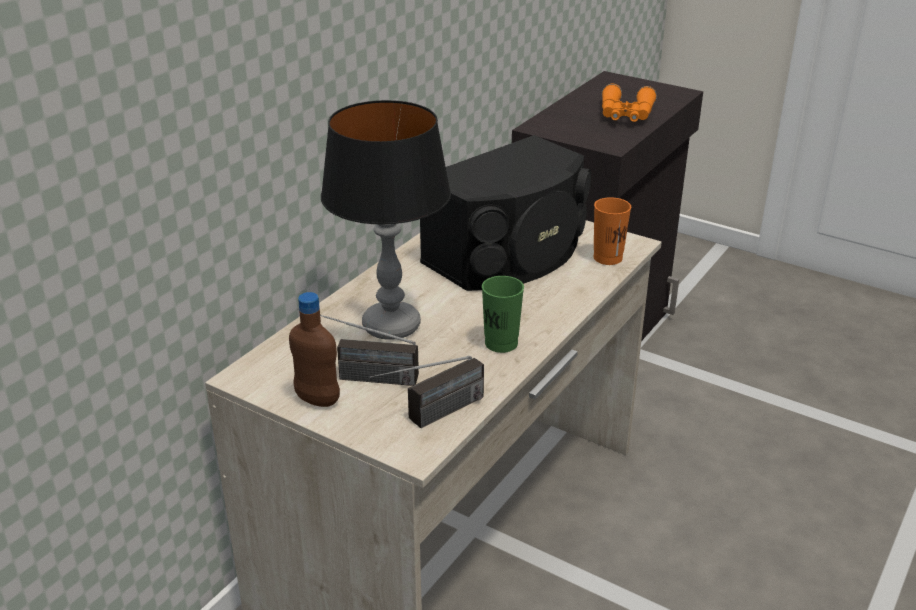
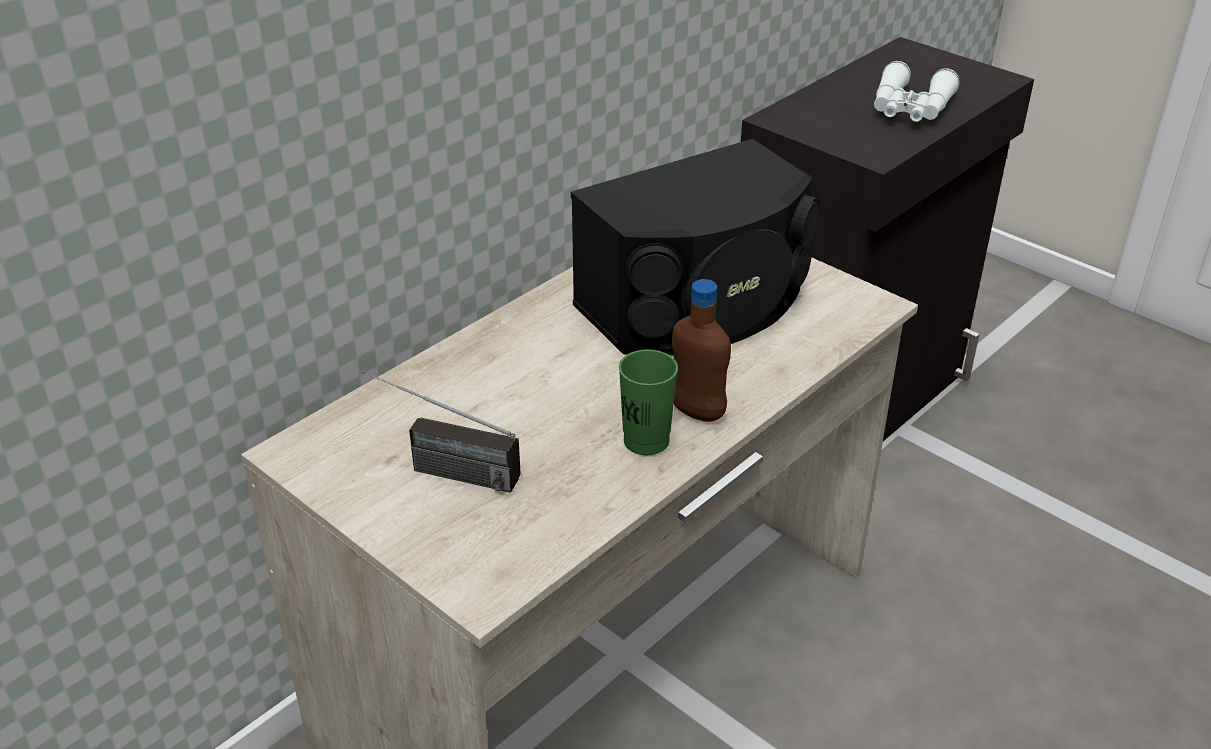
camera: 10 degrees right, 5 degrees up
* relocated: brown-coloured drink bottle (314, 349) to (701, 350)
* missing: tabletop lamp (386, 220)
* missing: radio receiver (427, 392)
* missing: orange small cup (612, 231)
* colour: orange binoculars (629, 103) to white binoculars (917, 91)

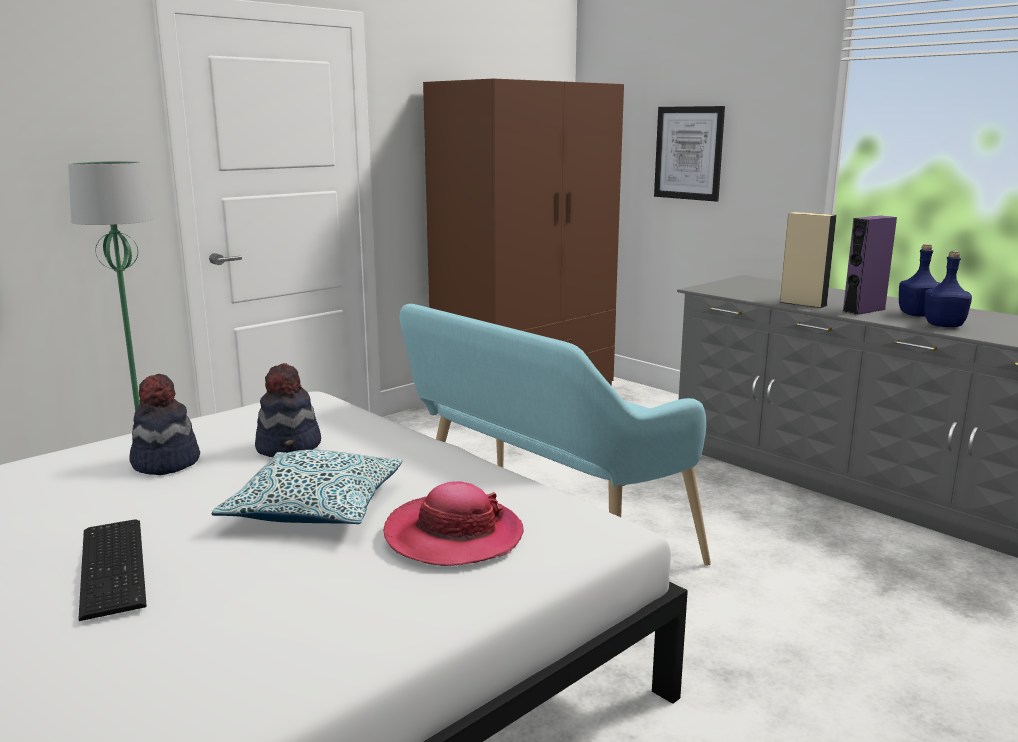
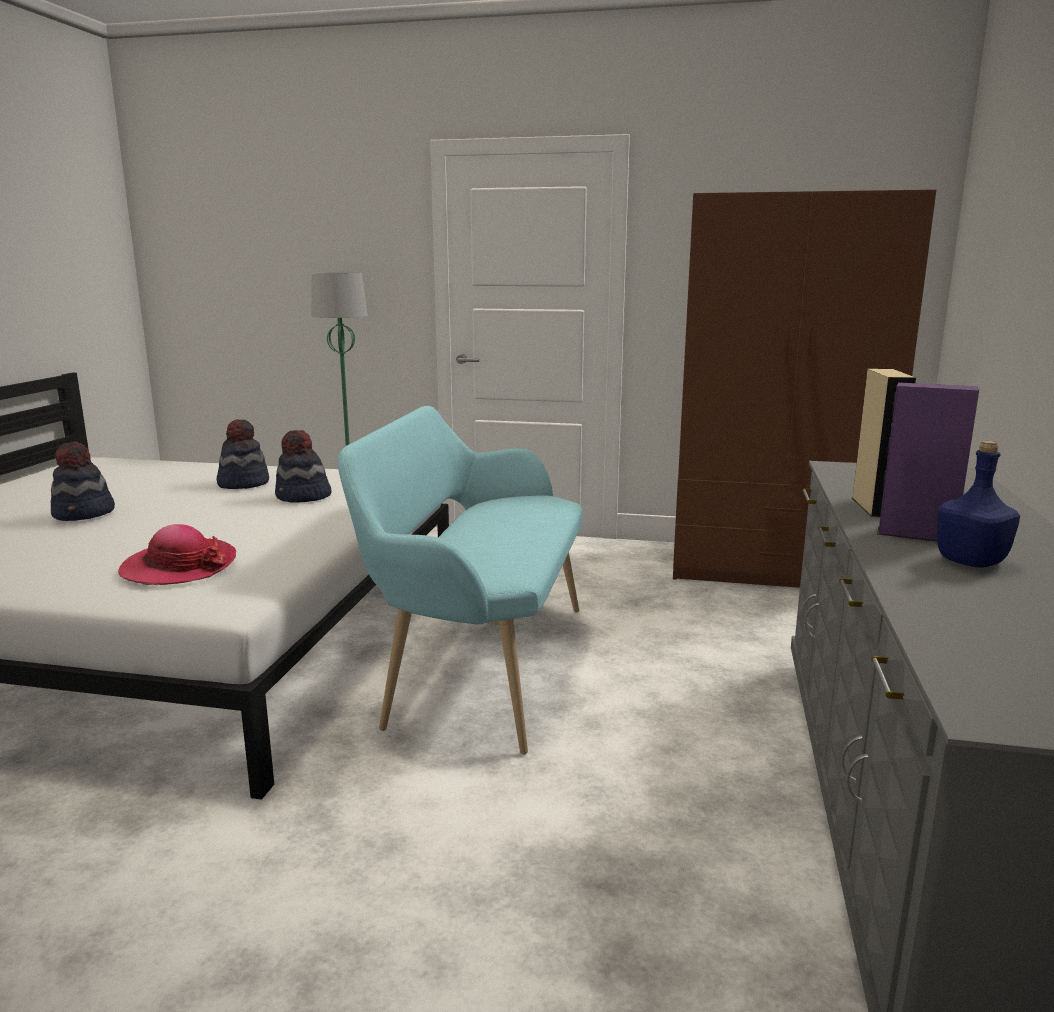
camera: 55 degrees right, 0 degrees up
* exchanged: keyboard (113, 570) to hat (83, 481)
* missing: cushion (307, 487)
* missing: wall picture (689, 154)
* missing: blue-coloured drink bottle (948, 289)

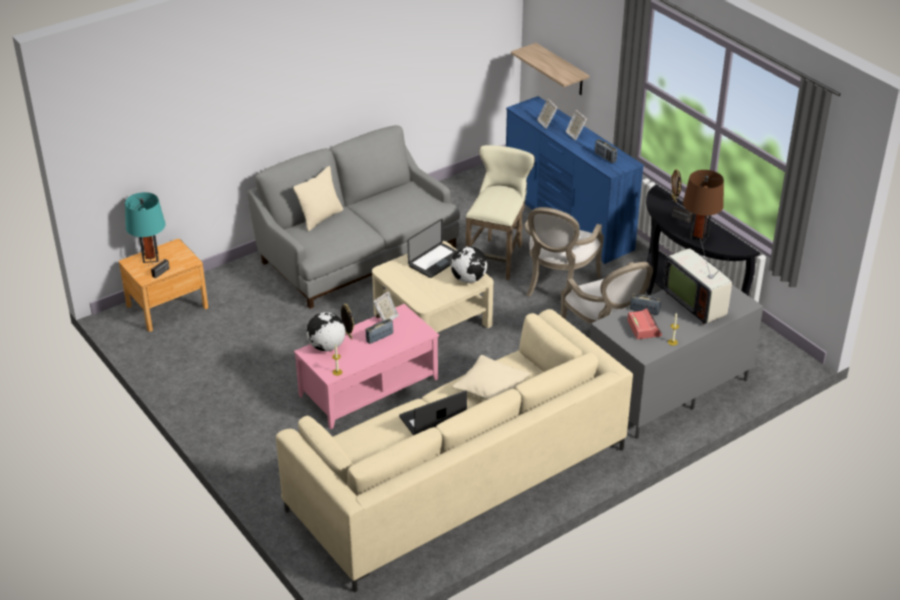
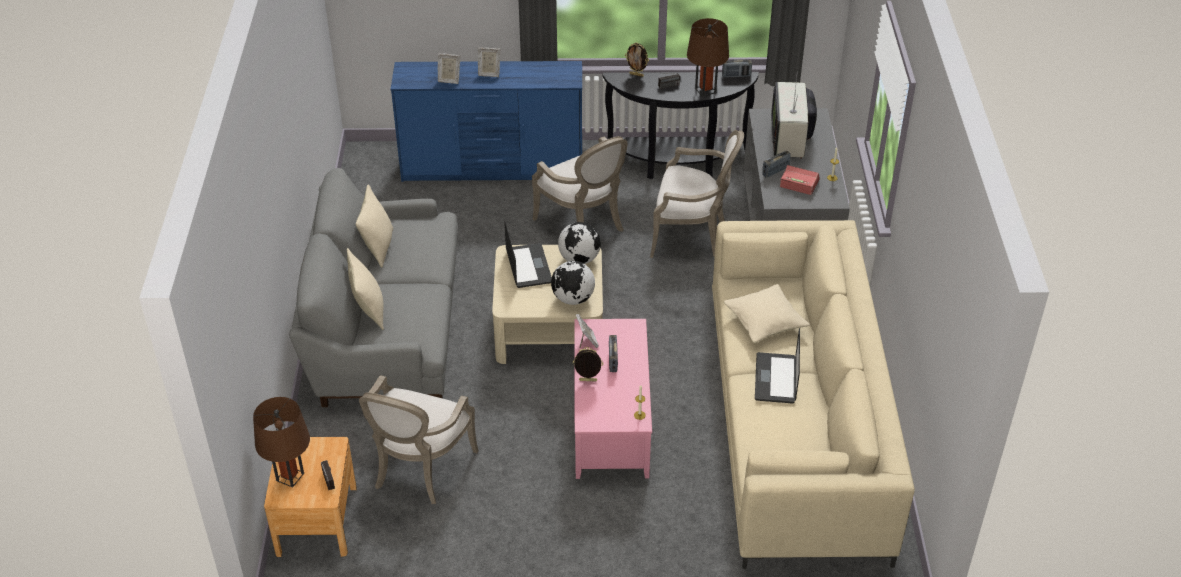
camera: 55 degrees left, 5 degrees up
* colour: blue-green tabletop lamp (145, 227) to brown-coloured tabletop lamp (281, 442)
* relocated: world globe (325, 332) to (573, 283)
* missing: beige-coloured sitting stool (500, 212)
* missing: shelf (550, 69)
* relocated: radio receiver (606, 151) to (737, 68)
* spun: TV set (697, 282) = (794, 115) 90 degrees clockwise
* appeared: beige-coloured cushion (374, 226)
* appeared: lounge chair (418, 439)

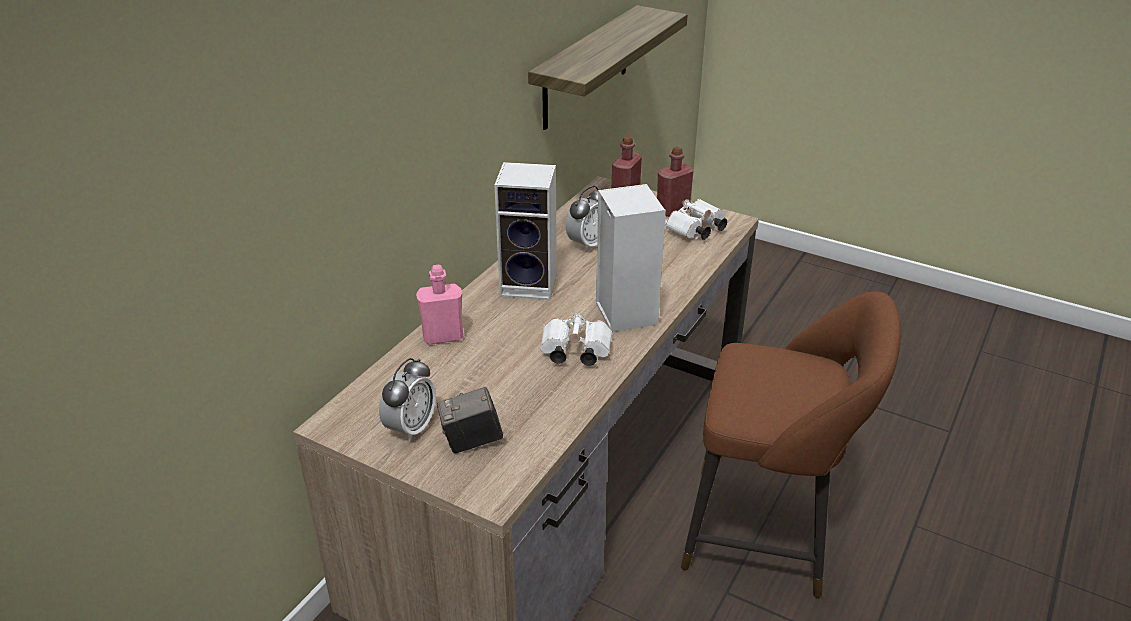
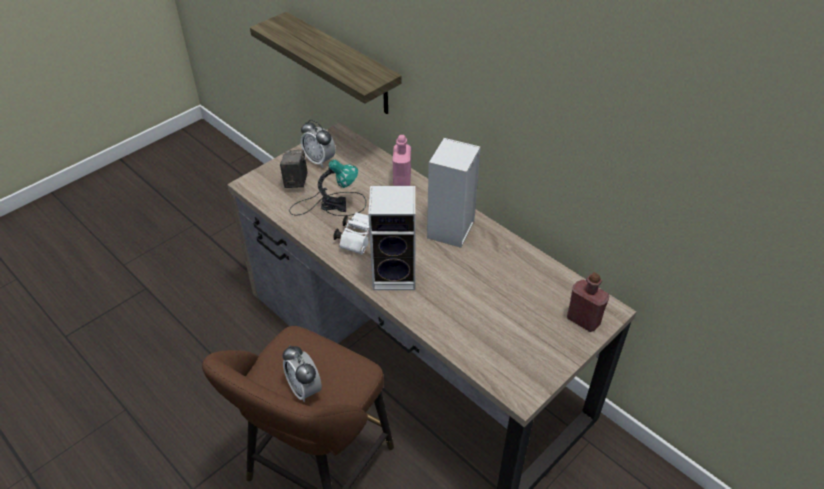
camera: 105 degrees right, 10 degrees up
* relocated: shelf (608, 67) to (326, 63)
* relocated: bedside clock (584, 219) to (302, 373)
* missing: red-coloured drink bottle (675, 181)
* missing: white binoculars (696, 219)
* appeared: tabletop lamp (327, 187)

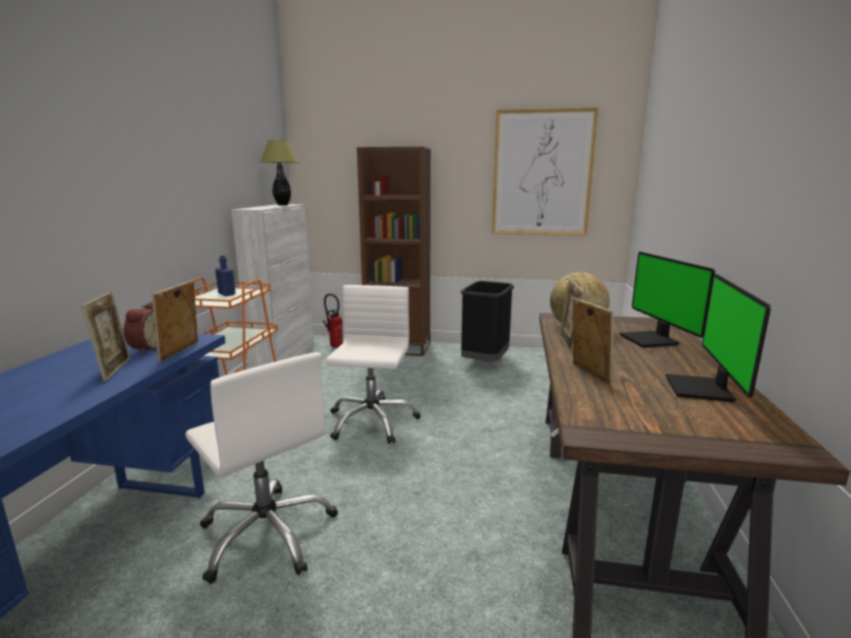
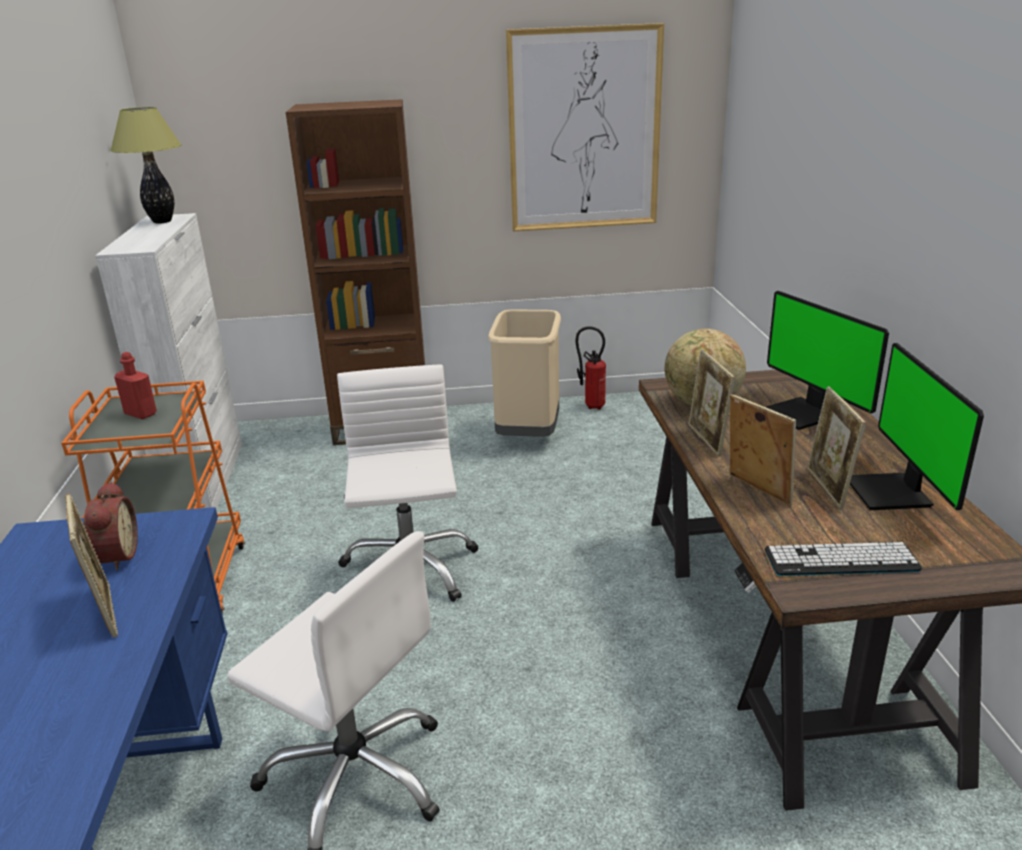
camera: 15 degrees left, 10 degrees up
* relocated: photo frame (175, 321) to (836, 447)
* colour: blue-coloured drink bottle (225, 275) to red-coloured drink bottle (135, 385)
* relocated: fire extinguisher (333, 321) to (590, 368)
* colour: black rubbish bin (487, 321) to beige-coloured rubbish bin (524, 373)
* appeared: keyboard (843, 559)

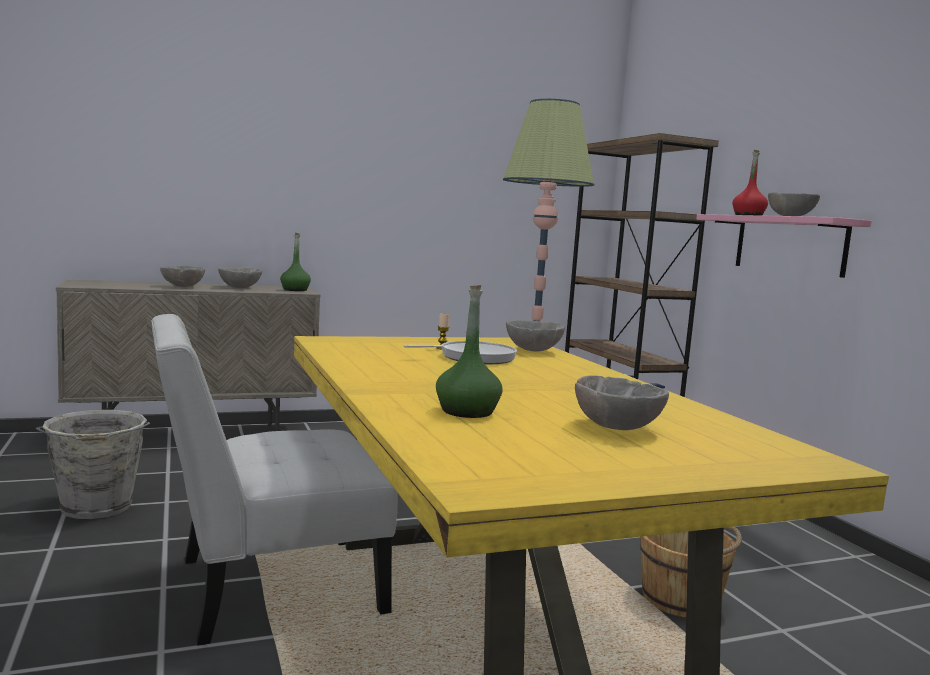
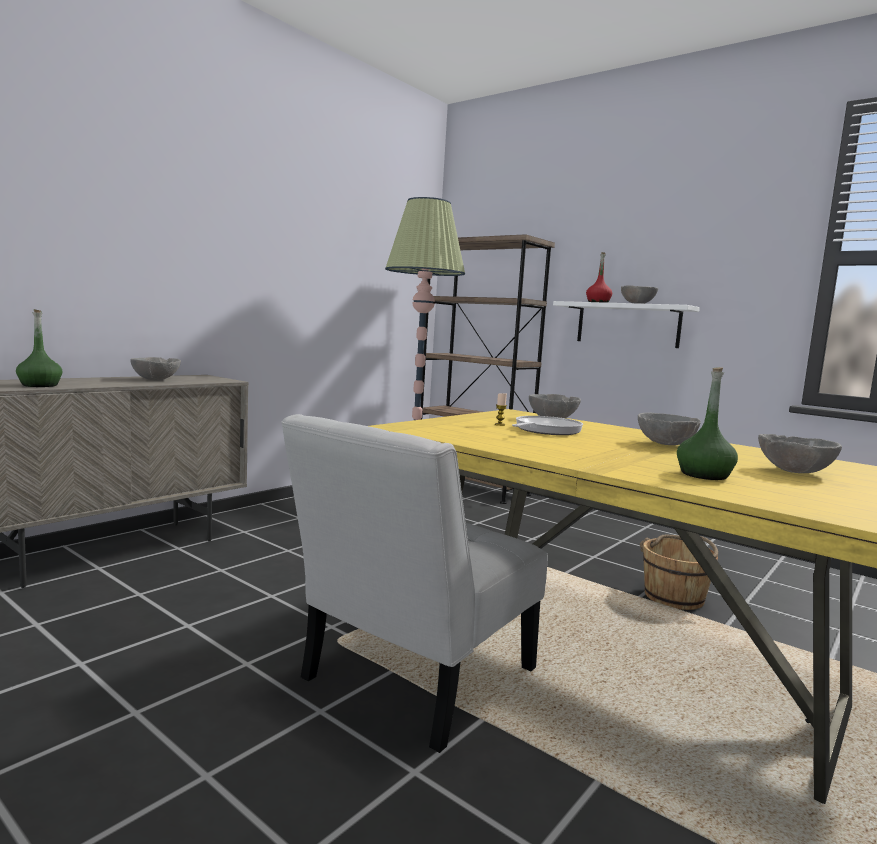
camera: 30 degrees left, 0 degrees up
* missing: greyish bucket (93, 464)
* relocated: greyish deep dish (182, 276) to (669, 429)
* relocated: green-coloured drink bottle (295, 262) to (39, 348)
* colour: pink shelf (784, 246) to white shelf (626, 324)

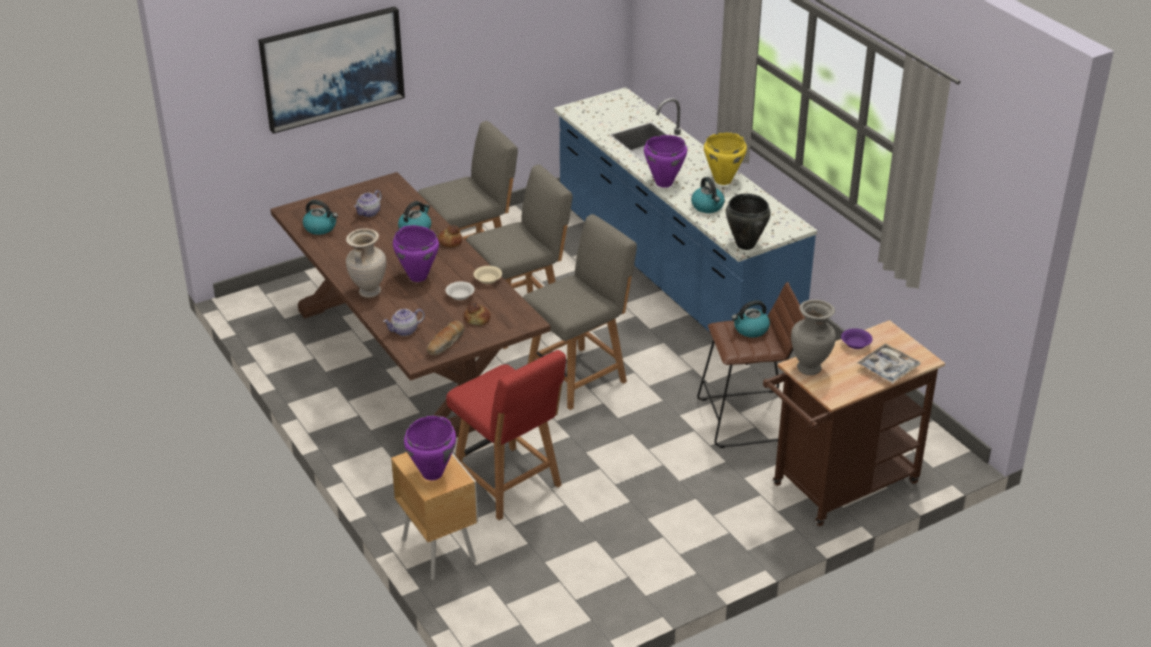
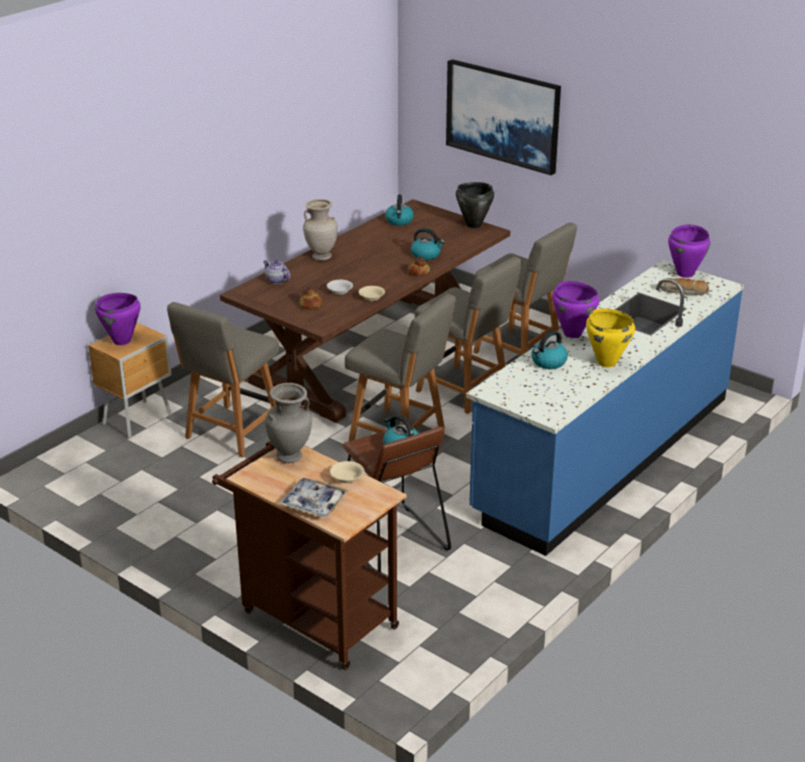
camera: 70 degrees right, 5 degrees down
* missing: pot for tea (368, 203)
* relocated: purple saucepot (416, 253) to (689, 251)
* relocated: bread (445, 337) to (684, 286)
* colour: red-coloured upright chair (506, 435) to greyish upright chair (223, 380)
* relocated: black saucepot (748, 221) to (475, 205)
* colour: purple deep dish (857, 338) to beige-coloured deep dish (347, 472)

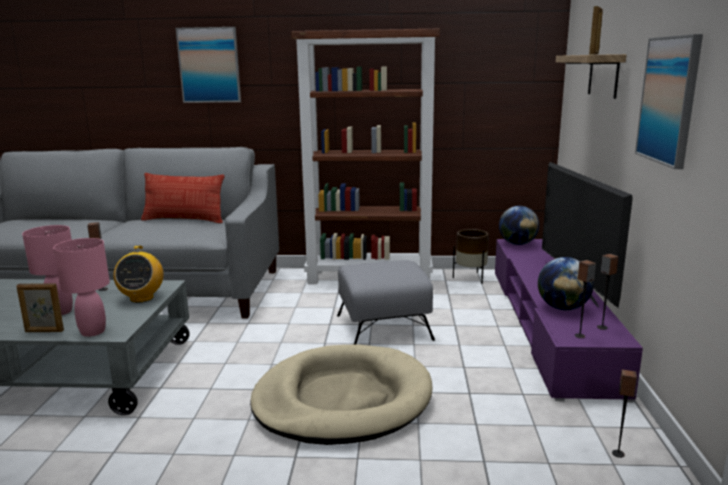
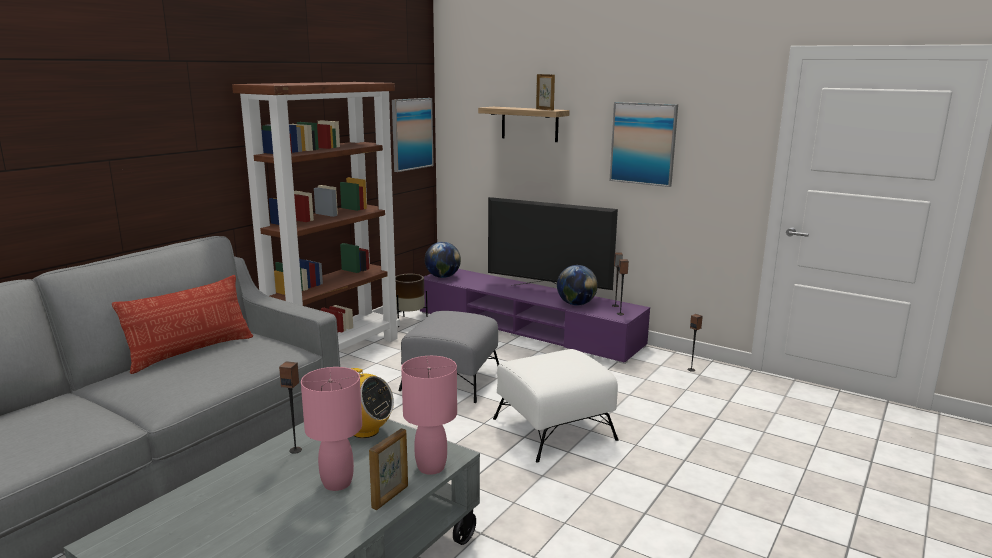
camera: 60 degrees left, 0 degrees up
* relocated: wall picture (208, 65) to (413, 135)
* exchanged: beige-coloured pet bed (341, 394) to white pouffe (555, 405)

